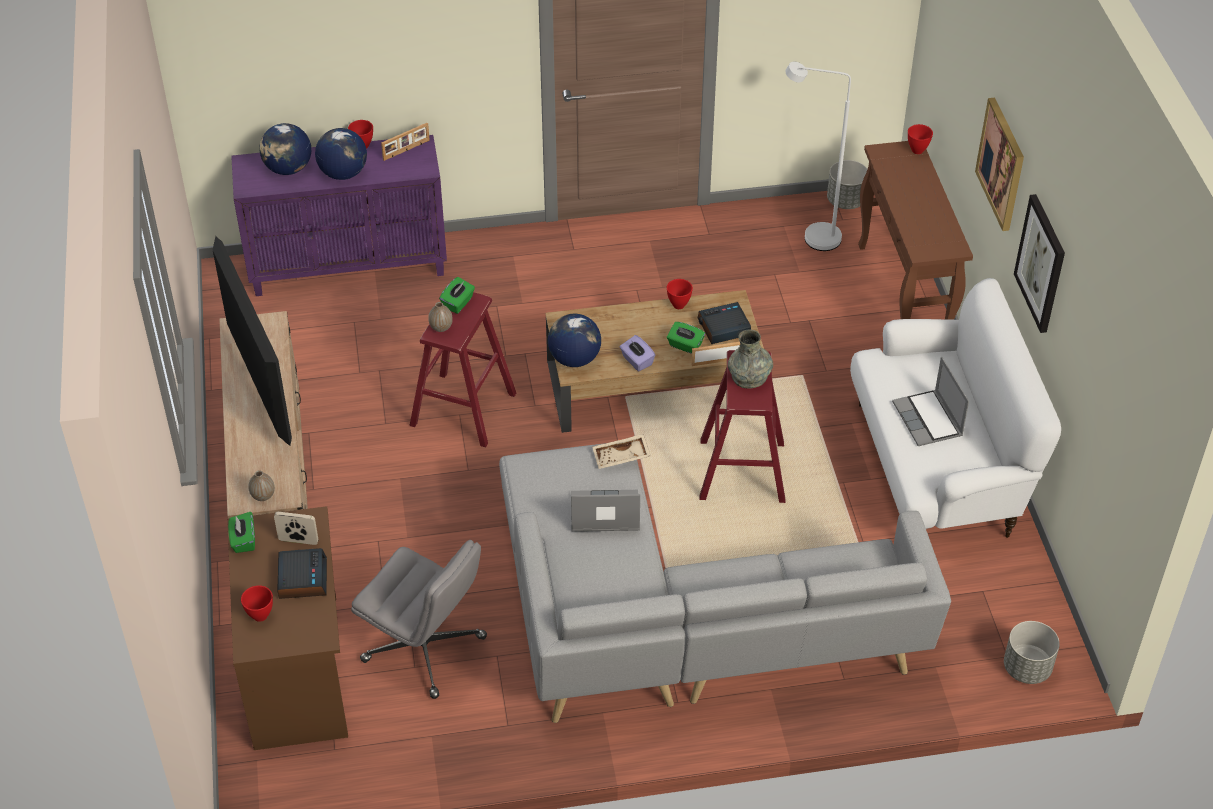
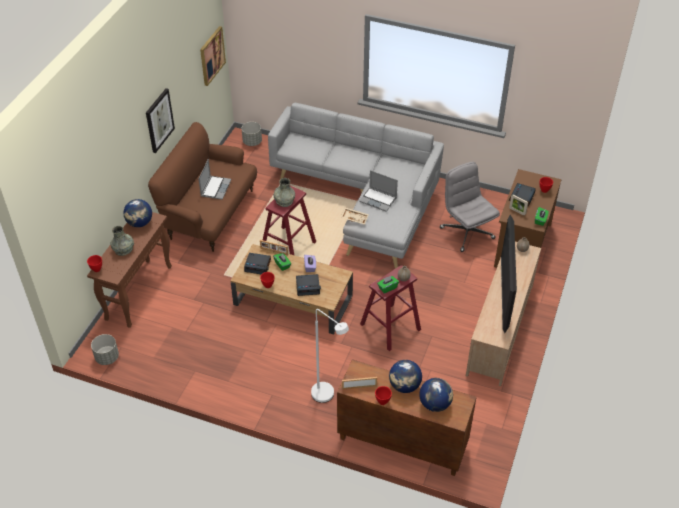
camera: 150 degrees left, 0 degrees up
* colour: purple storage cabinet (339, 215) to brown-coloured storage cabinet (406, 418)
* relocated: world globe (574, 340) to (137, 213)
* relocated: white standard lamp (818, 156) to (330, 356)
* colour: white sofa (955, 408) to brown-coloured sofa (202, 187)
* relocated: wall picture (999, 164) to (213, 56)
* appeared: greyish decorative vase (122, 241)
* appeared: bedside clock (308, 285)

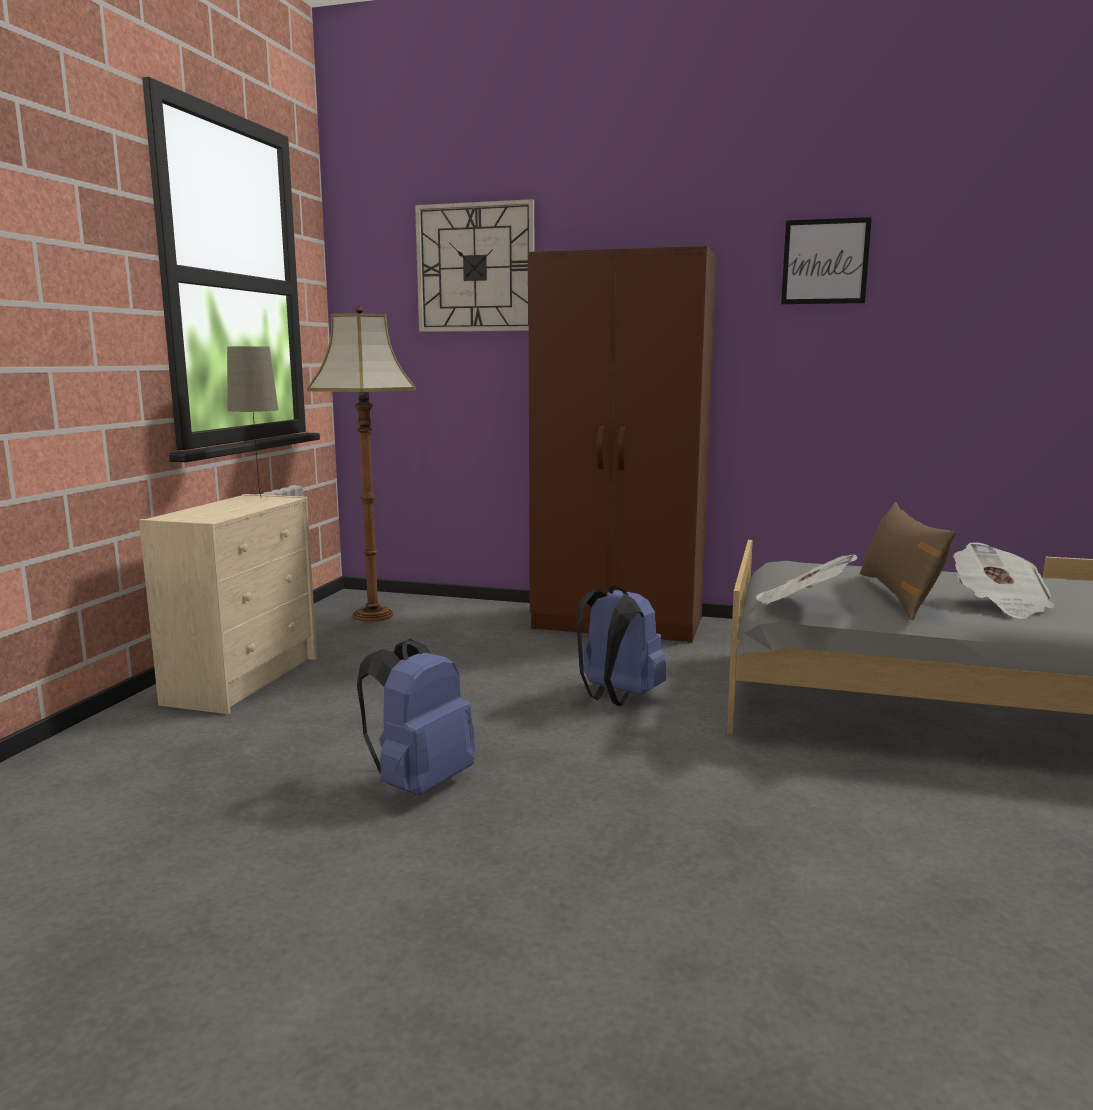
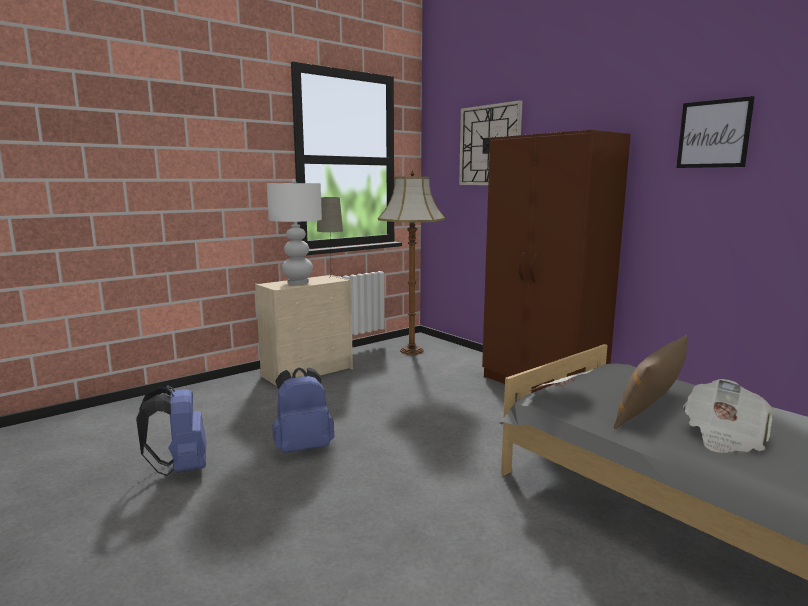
camera: 35 degrees right, 0 degrees up
* relocated: blue-coloured rucksack (621, 645) to (171, 431)
* appeared: white tabletop lamp (294, 232)

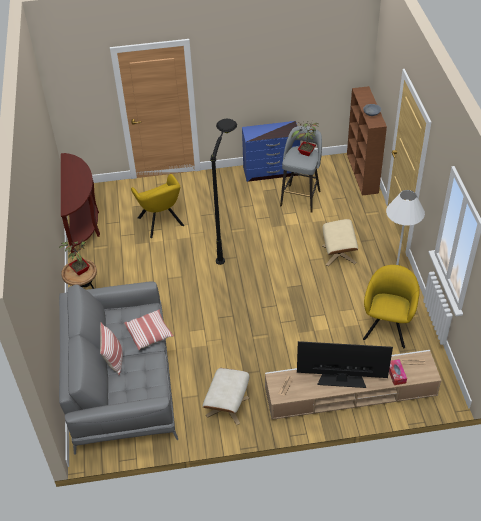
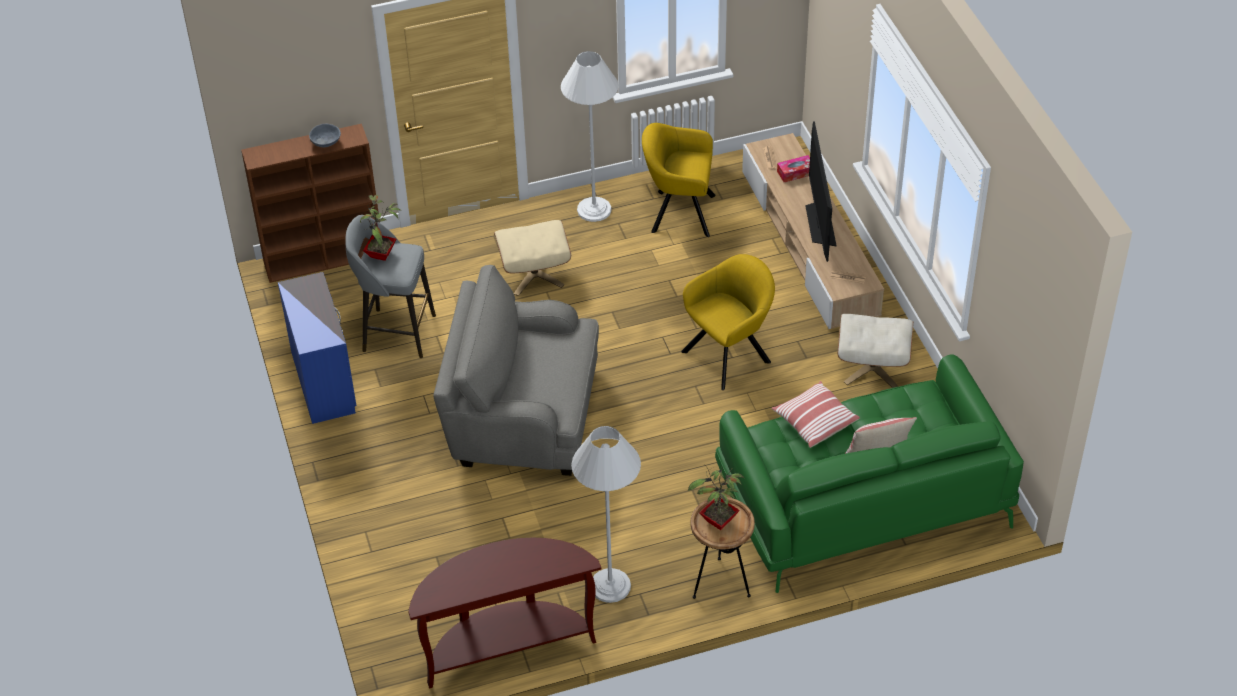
camera: 100 degrees left, 0 degrees up
* colour: greyish sofa (118, 368) to green-coloured sofa (869, 473)
* relocated: yellow lounge chair (157, 206) to (728, 322)
* exchanged: black standard lamp (223, 192) to greyish lounge chair (516, 370)
* appeared: white standard lamp (606, 514)

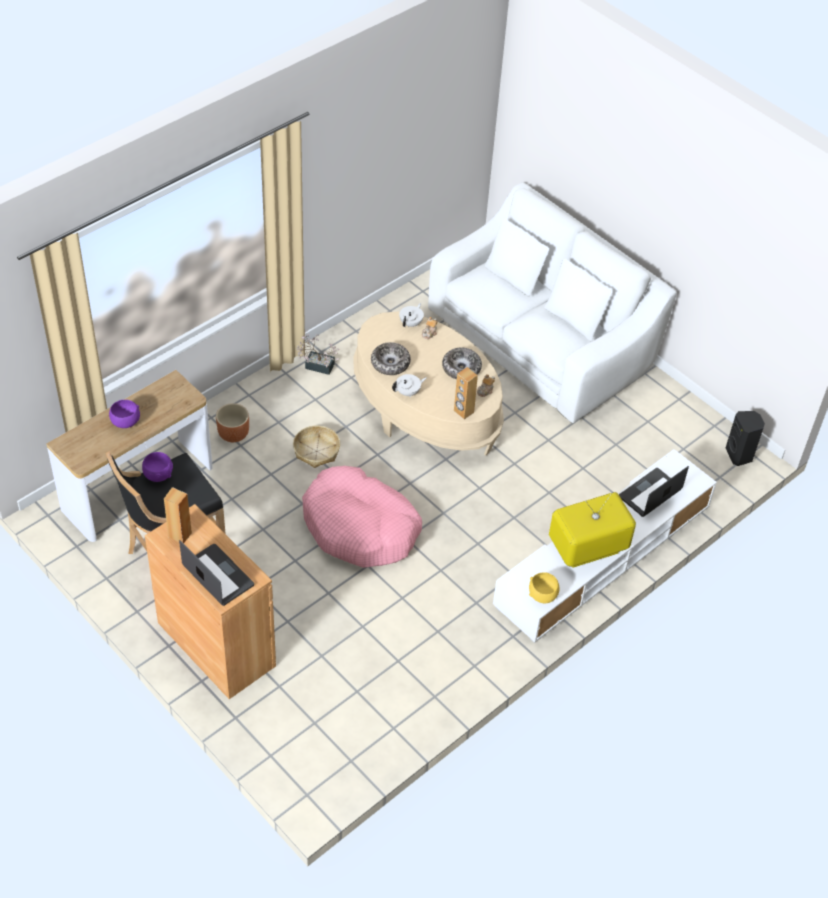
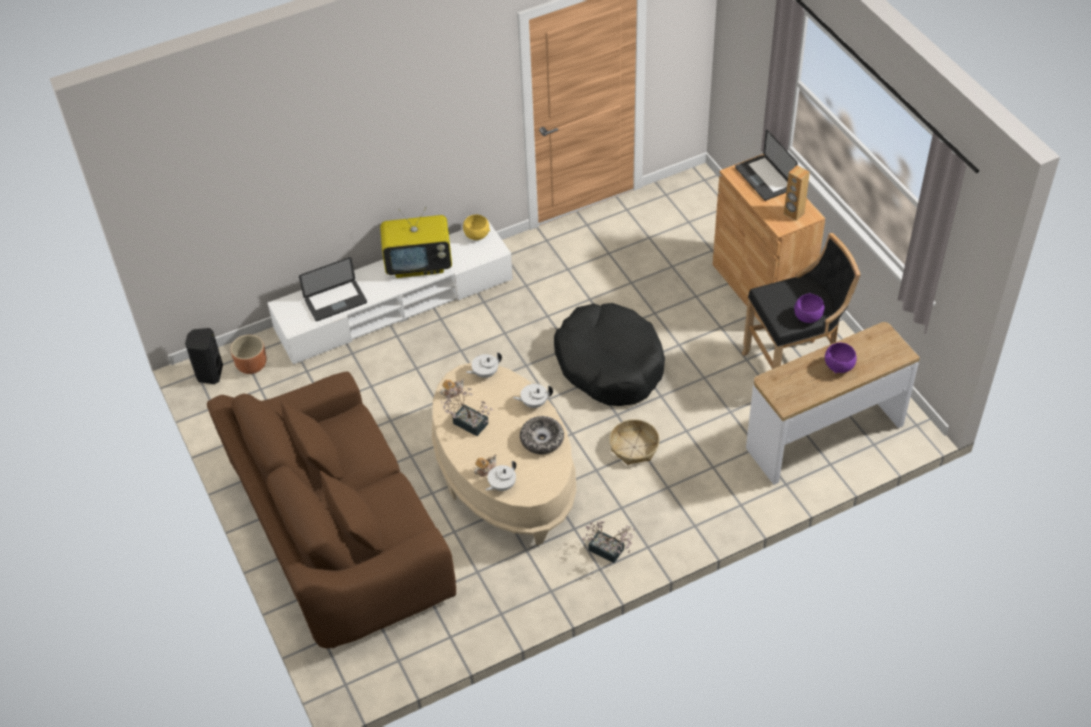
camera: 160 degrees left, 0 degrees up
* relocated: brown-coloured flower pot (232, 422) to (248, 354)
* colour: pink pet bed (362, 517) to black pet bed (609, 354)
* colour: white sofa (552, 302) to brown-coloured sofa (331, 510)
* exchanged: deep dish (462, 363) to potted plant (467, 408)
* exchanged: brown-coloured audio speaker (466, 393) to white pot for tea (484, 365)

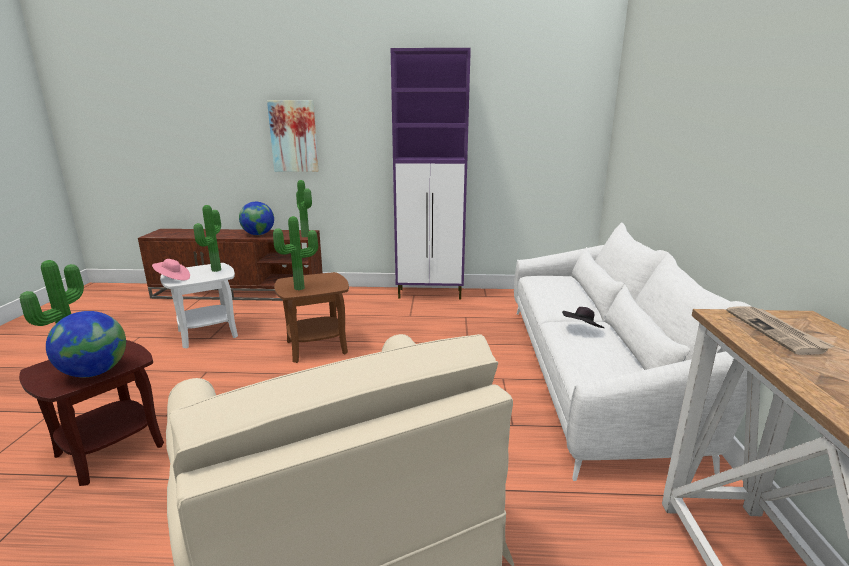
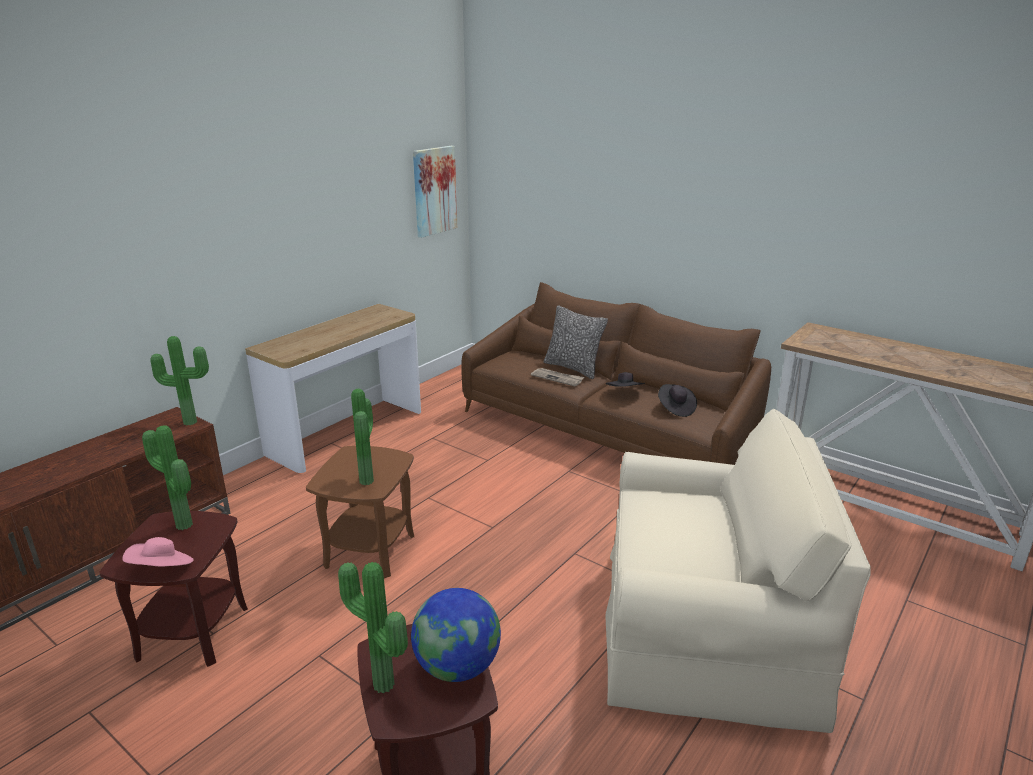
camera: 55 degrees left, 5 degrees up
* colour: white side table (199, 305) to brown-coloured side table (173, 589)
* missing: world globe (256, 218)
* relocated: wall picture (293, 136) to (435, 192)
* exchanged: purple storage cabinet (431, 174) to hall table (333, 388)
* colour: white sofa (633, 351) to brown-coloured sofa (616, 373)
* relocated: daily paper (780, 330) to (557, 377)
* appeared: cushion (576, 342)
* appeared: black hat (677, 400)

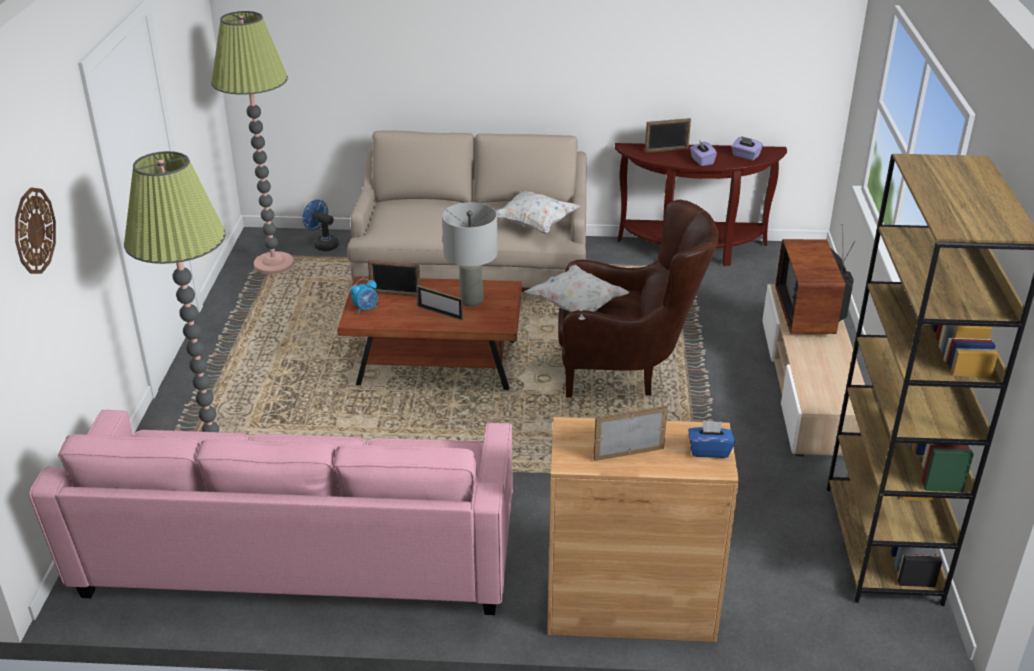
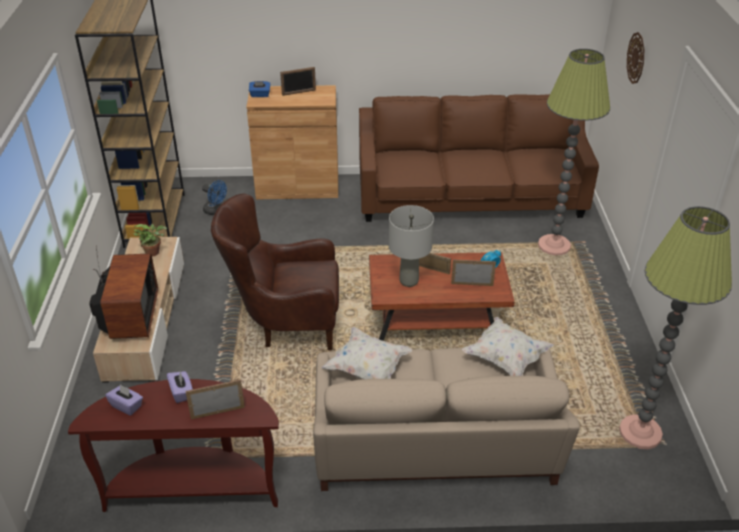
camera: 175 degrees right, 5 degrees up
* colour: pink sofa (271, 512) to brown-coloured sofa (479, 158)
* relocated: blue-coloured cooling fan (320, 225) to (214, 197)
* relocated: white cushion (576, 292) to (508, 346)
* appeared: potted plant (150, 240)

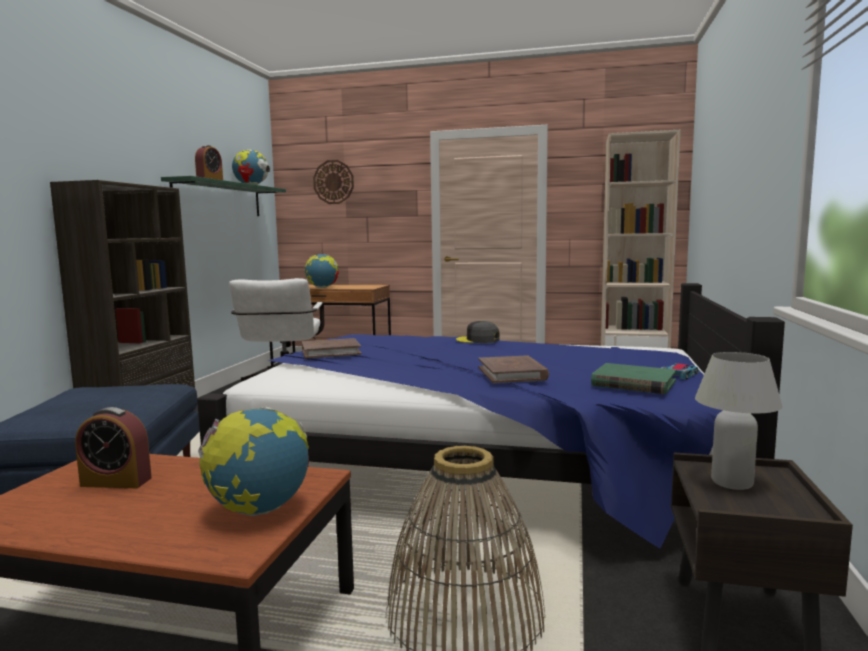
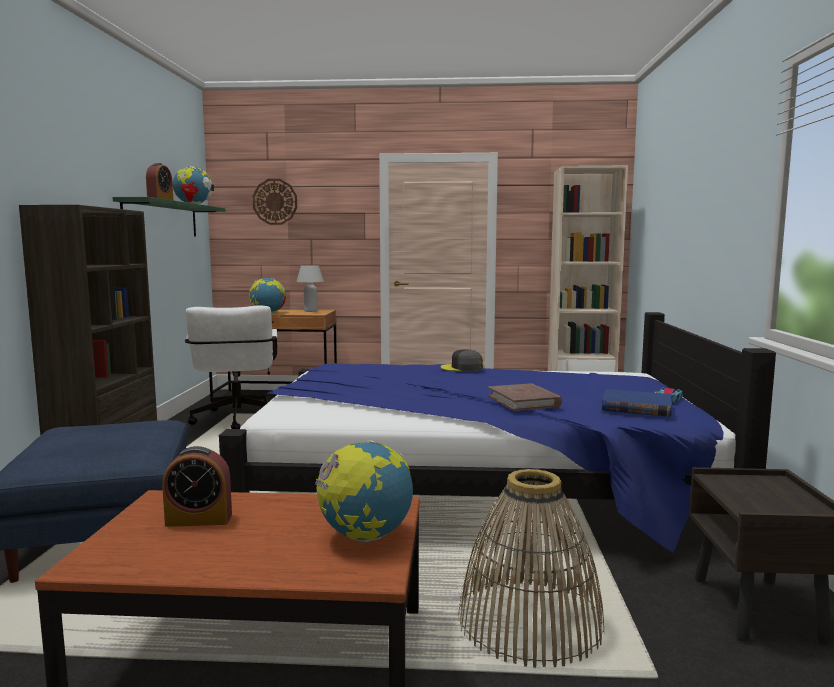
camera: 10 degrees left, 0 degrees up
* missing: brown-coloured volume (331, 348)
* colour: green-coloured volume (633, 378) to blue-coloured volume (637, 403)
* relocated: white tabletop lamp (739, 421) to (310, 288)

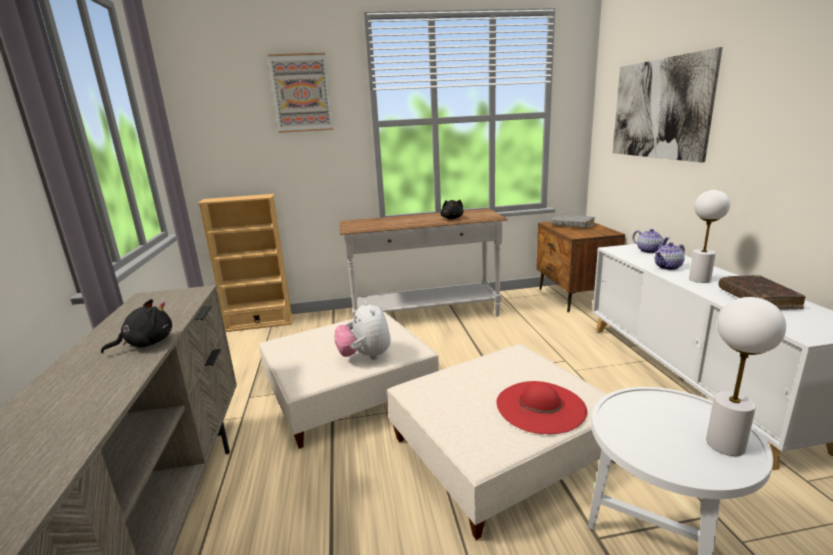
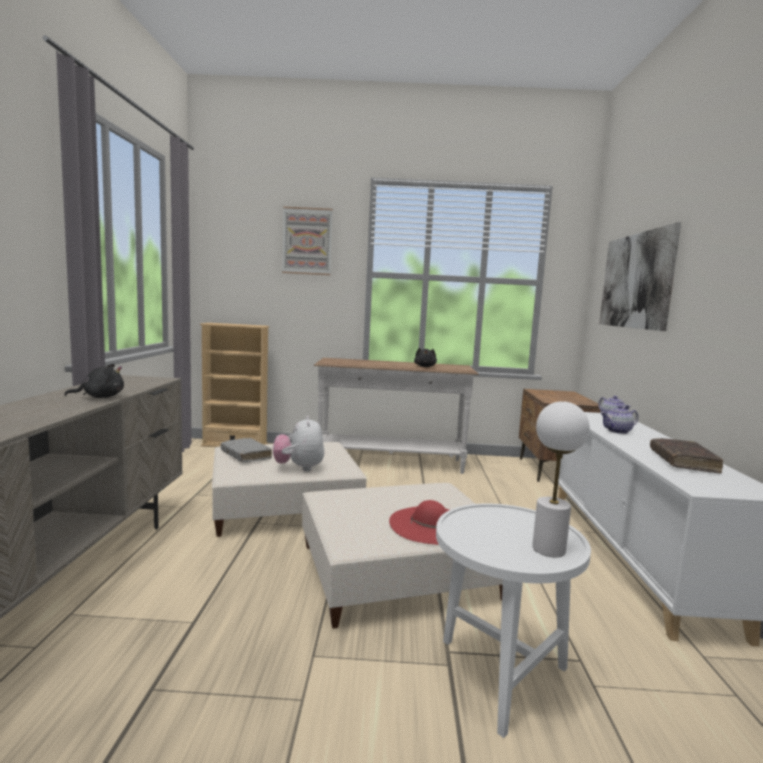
camera: 10 degrees right, 10 degrees down
* relocated: greyish volume (573, 221) to (246, 450)
* missing: white tabletop lamp (709, 236)

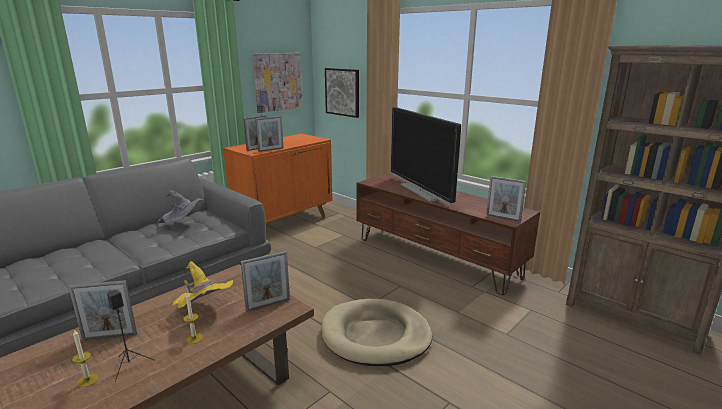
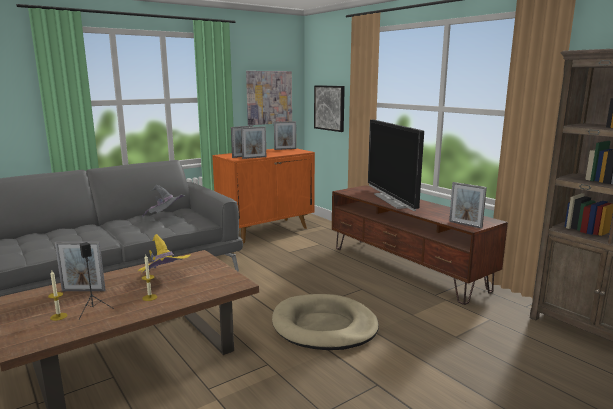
camera: 10 degrees right, 5 degrees down
* relocated: photo frame (265, 281) to (285, 135)

